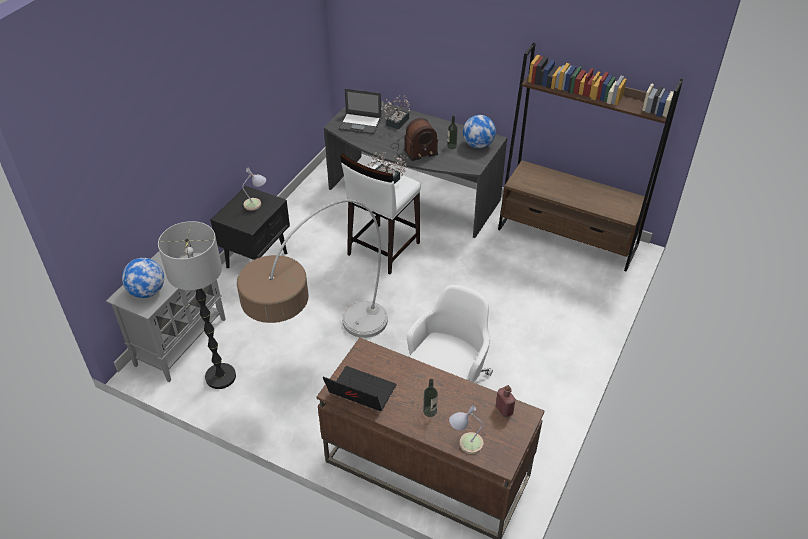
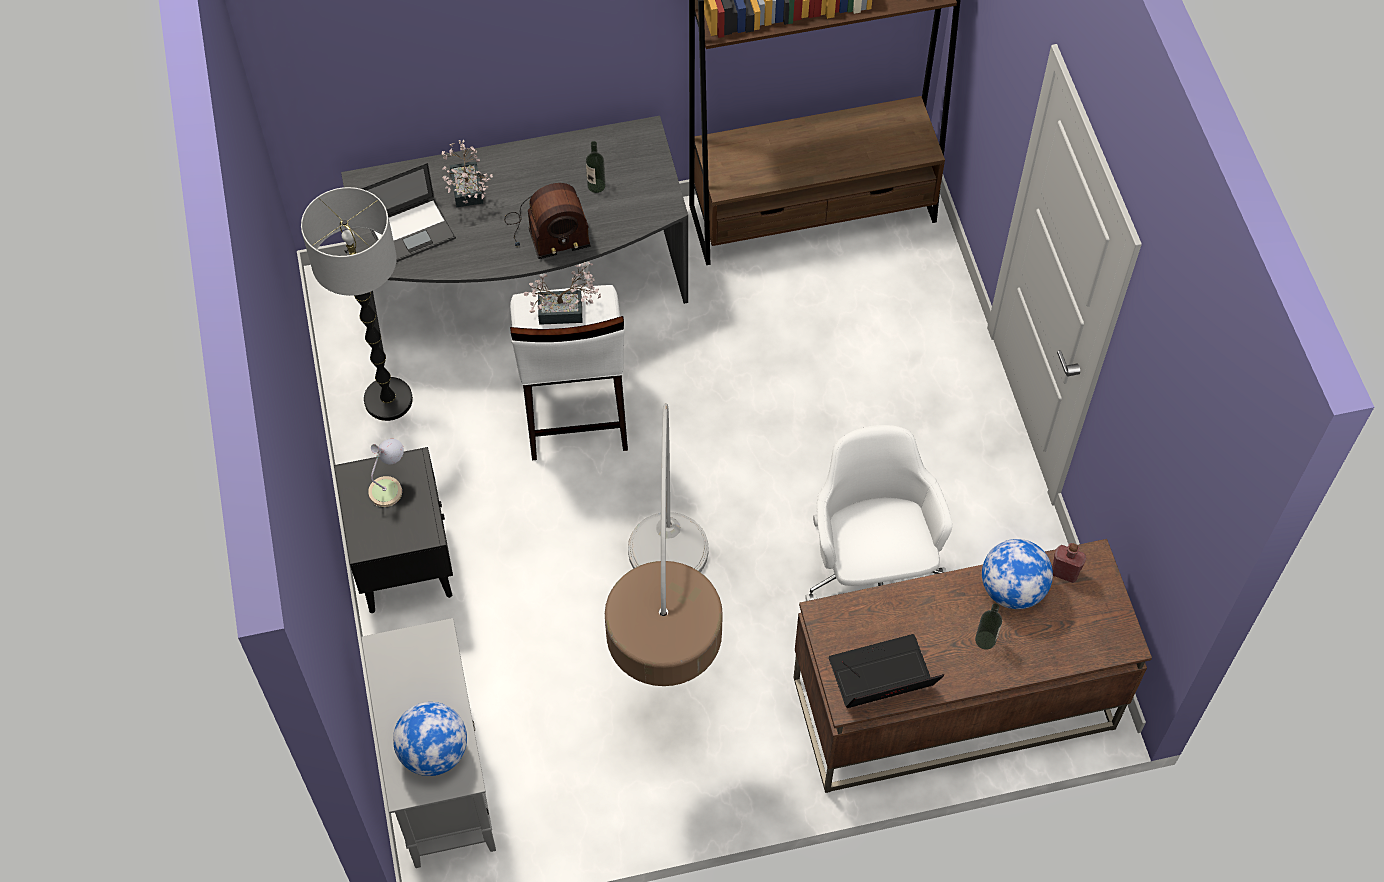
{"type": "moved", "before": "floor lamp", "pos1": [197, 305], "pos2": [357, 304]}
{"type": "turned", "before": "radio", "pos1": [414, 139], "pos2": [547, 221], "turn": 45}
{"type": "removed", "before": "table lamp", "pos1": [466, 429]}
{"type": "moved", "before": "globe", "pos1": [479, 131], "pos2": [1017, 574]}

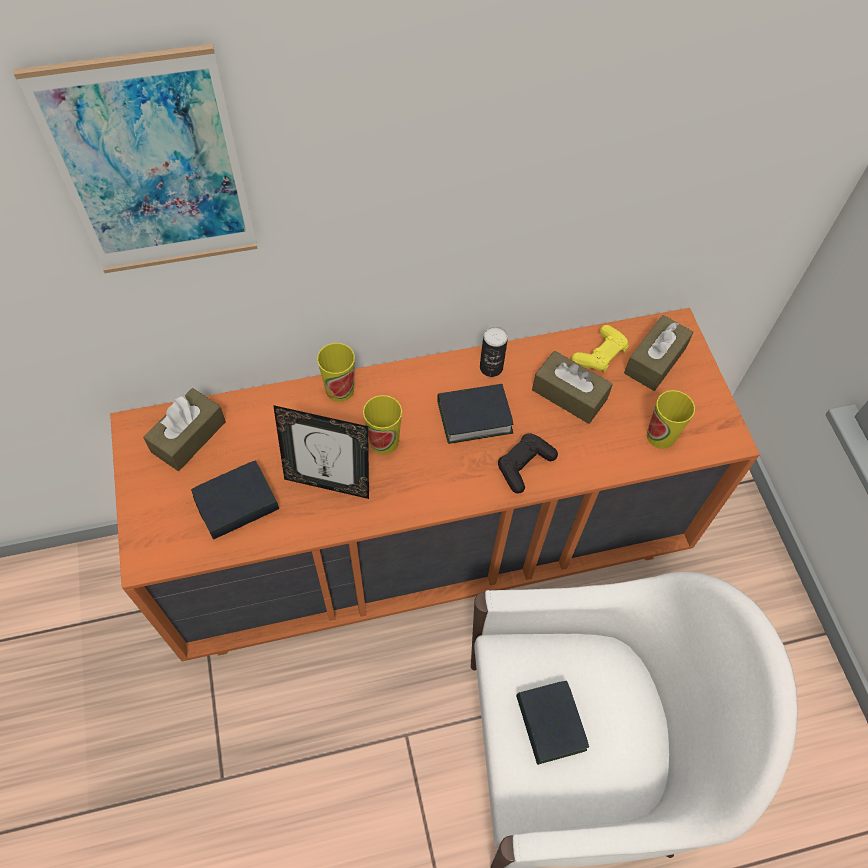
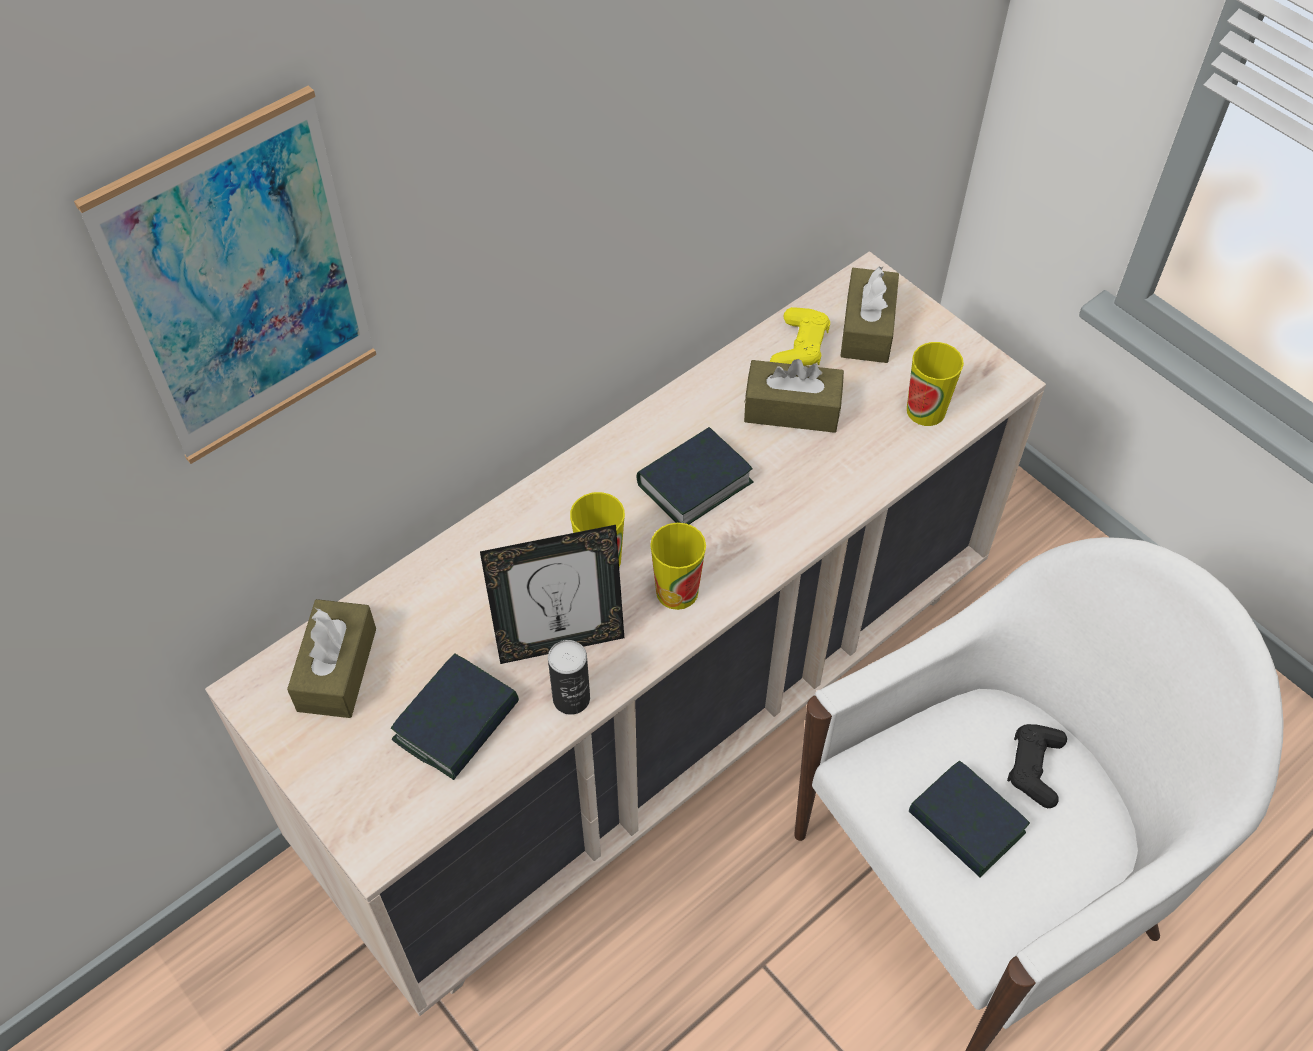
{"type": "recoloured", "before": "orange dresser", "after": "beige dresser", "pos1": [435, 484], "pos2": [625, 633]}
{"type": "moved", "before": "cup", "pos1": [336, 372], "pos2": [678, 566]}
{"type": "moved", "before": "can", "pos1": [494, 351], "pos2": [569, 677]}
{"type": "moved", "before": "black game controller", "pos1": [528, 463], "pos2": [1037, 766]}

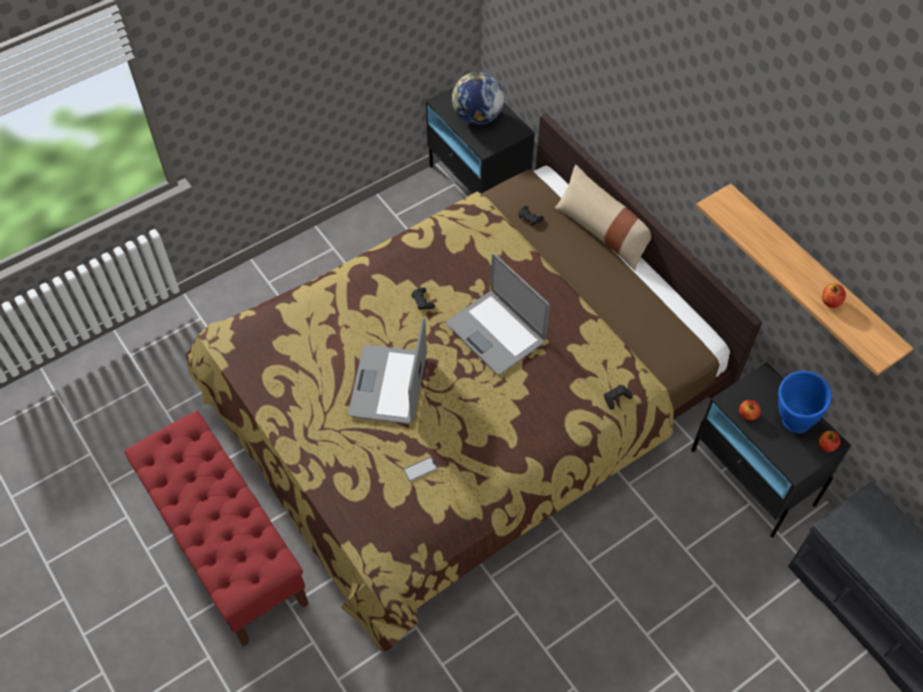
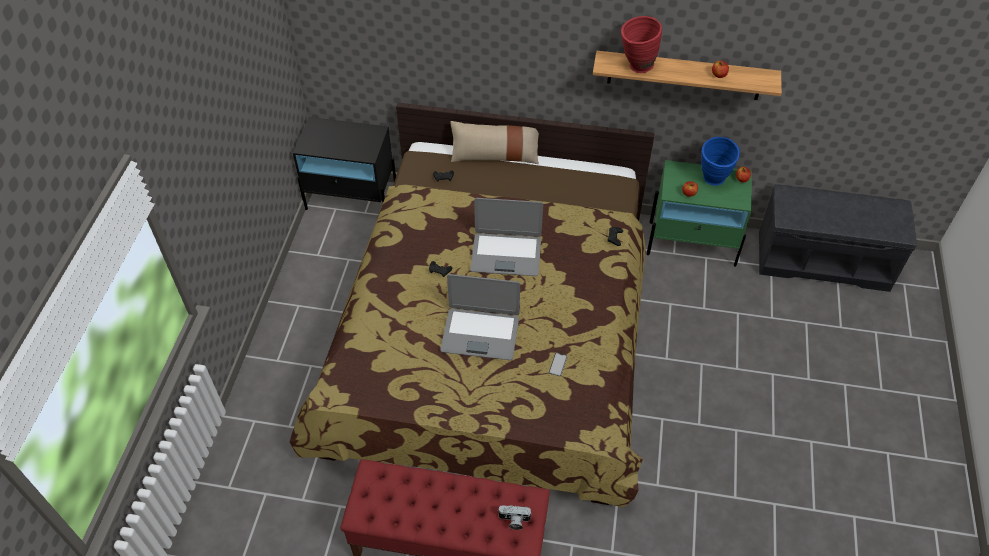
{"type": "turned", "before": "laptop", "pos1": [387, 370], "pos2": [480, 317], "turn": -45}
{"type": "removed", "before": "globe", "pos1": [478, 98]}
{"type": "recoloured", "before": "black nightstand", "after": "green nightstand", "pos1": [771, 450], "pos2": [699, 213]}
{"type": "added", "after": "photo camera", "pos2": [514, 517]}
{"type": "added", "after": "red vase", "pos2": [641, 44]}

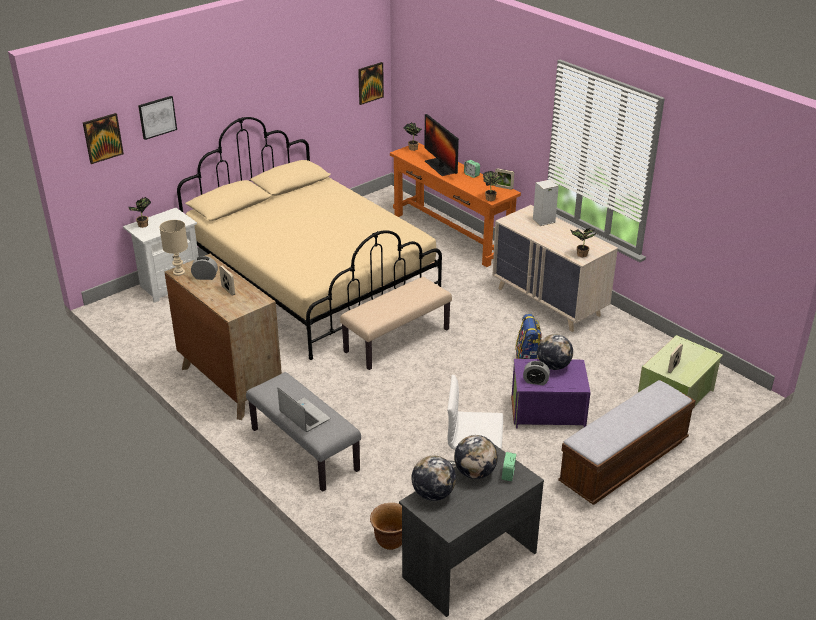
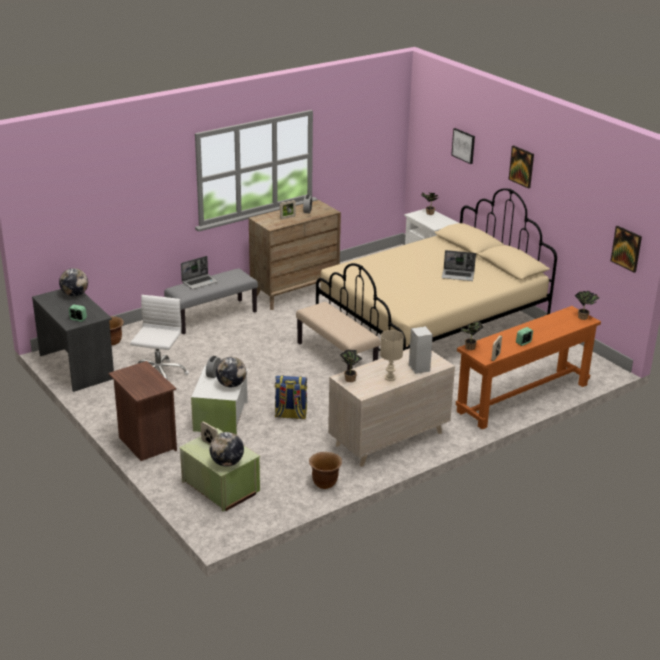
{"type": "moved", "before": "picture", "pos1": [103, 138], "pos2": [521, 167]}
{"type": "moved", "before": "beige table lamp", "pos1": [173, 248], "pos2": [392, 355]}
{"type": "removed", "before": "monitor", "pos1": [441, 145]}
{"type": "moved", "before": "globe", "pos1": [476, 457], "pos2": [227, 449]}
{"type": "recoloured", "before": "purple storage box", "after": "white storage box", "pos1": [551, 394], "pos2": [219, 400]}
{"type": "replaced", "before": "bench", "after": "brown nightstand", "pos1": [627, 442], "pos2": [142, 411]}
{"type": "added", "after": "brown planter", "pos2": [325, 470]}
{"type": "added", "after": "laptop", "pos2": [459, 265]}

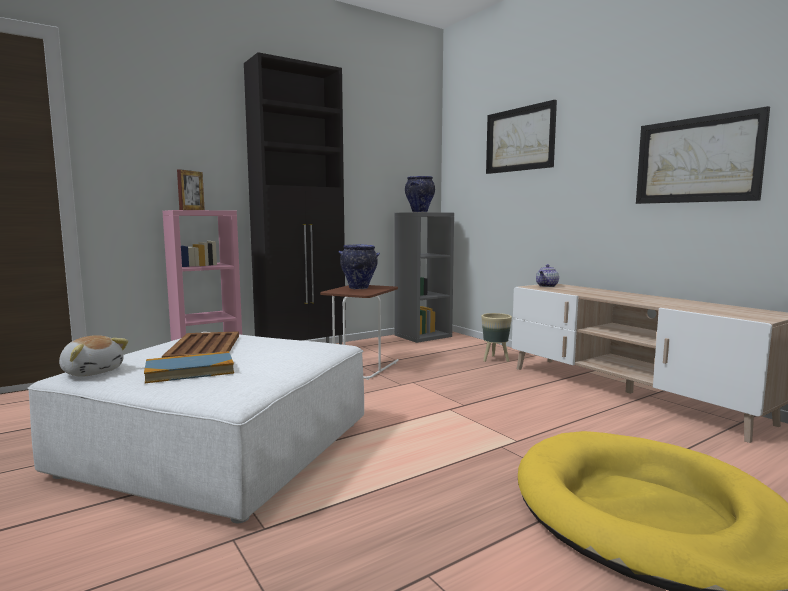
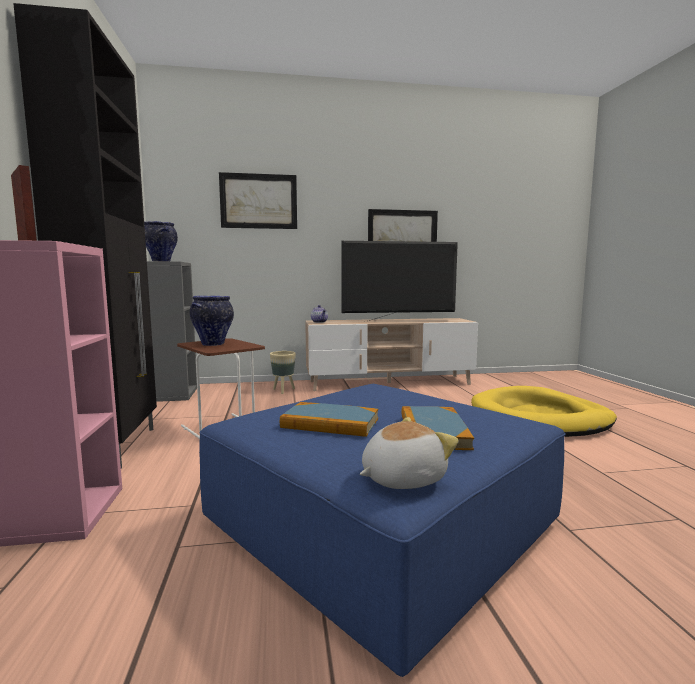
{"type": "recoloured", "before": "white ottoman", "after": "blue ottoman", "pos1": [195, 427], "pos2": [382, 530]}
{"type": "replaced", "before": "brown tray", "after": "book", "pos1": [200, 344], "pos2": [329, 419]}
{"type": "added", "after": "television", "pos2": [399, 281]}

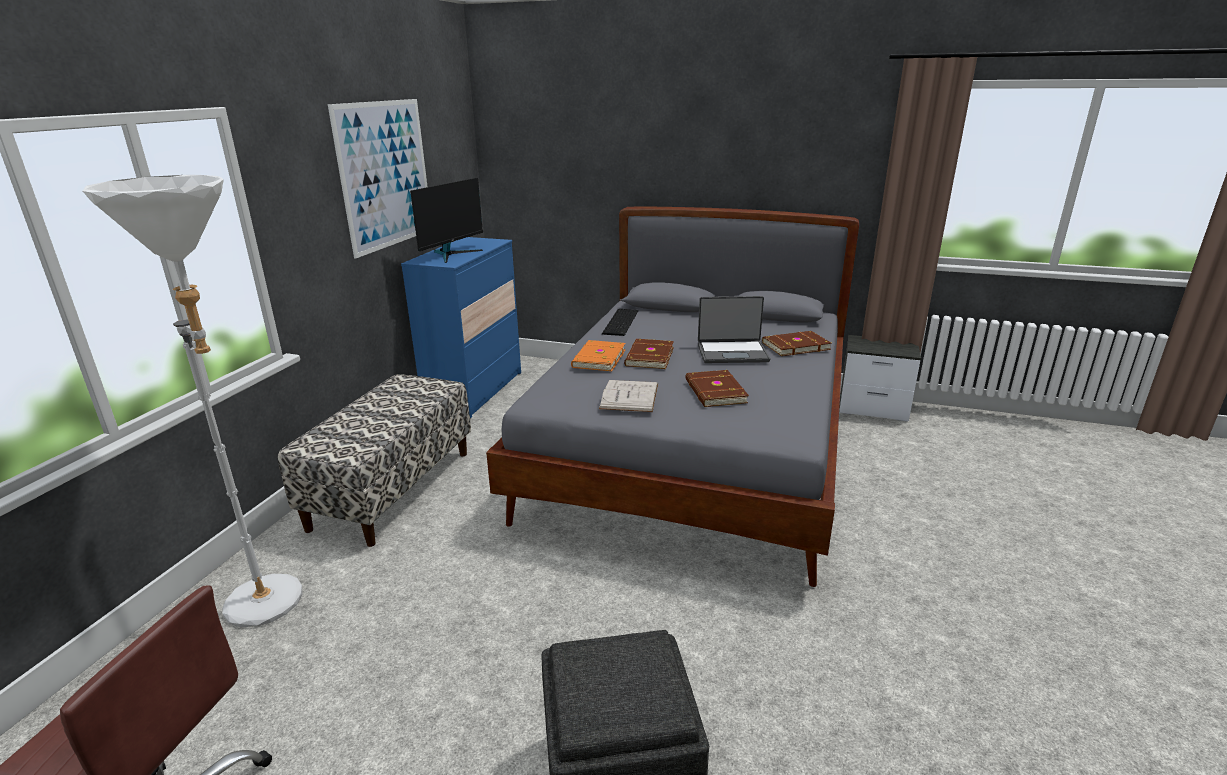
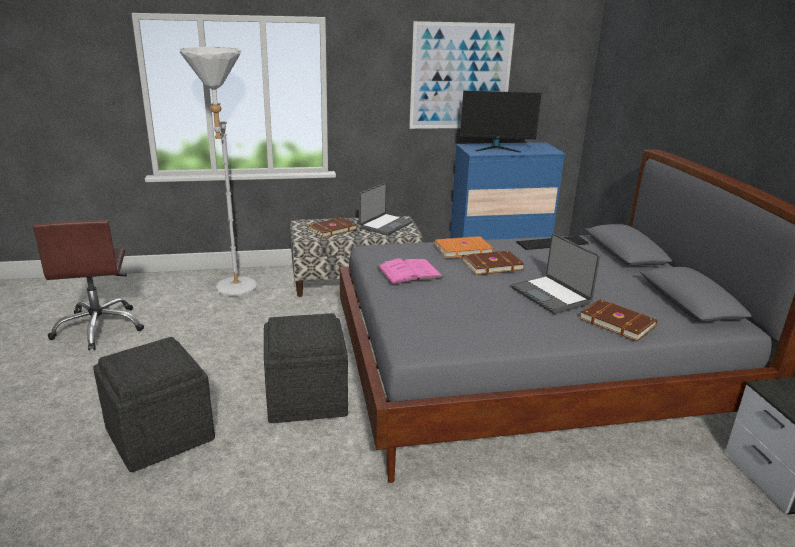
{"type": "recoloured", "before": "white book", "after": "pink book", "pos1": [628, 396], "pos2": [410, 271]}
{"type": "moved", "before": "brown book", "pos1": [717, 388], "pos2": [332, 227]}
{"type": "added", "after": "grey ottoman", "pos2": [306, 368]}
{"type": "added", "after": "laptop", "pos2": [385, 209]}

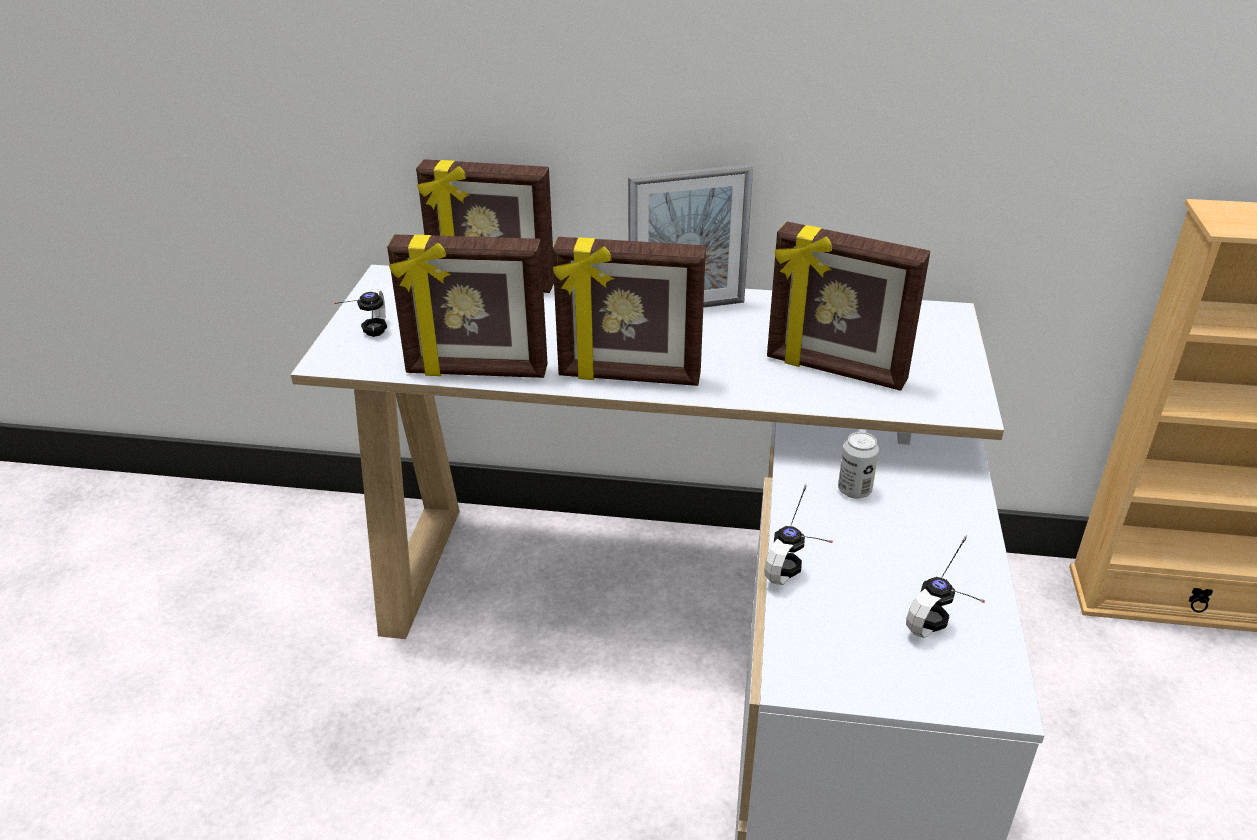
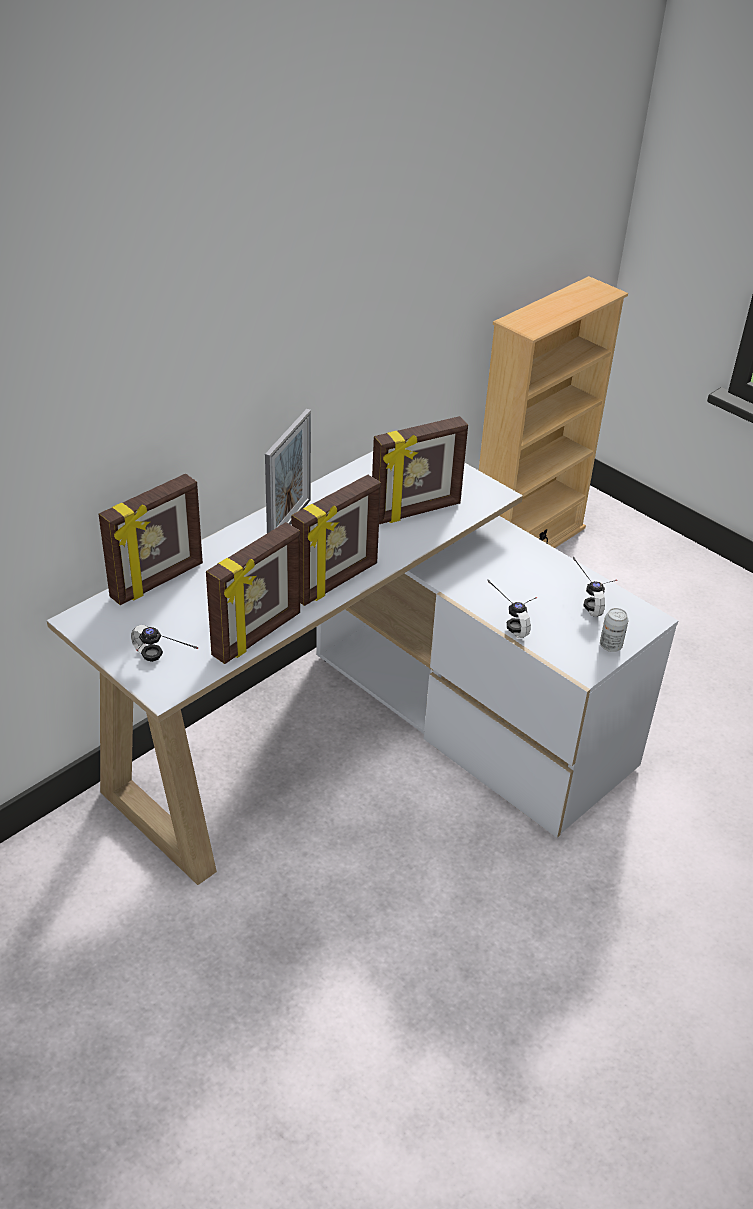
{"type": "moved", "before": "can", "pos1": [858, 465], "pos2": [614, 630]}

